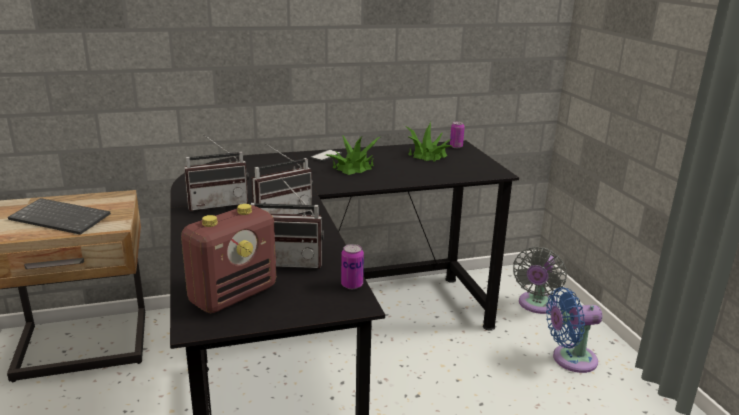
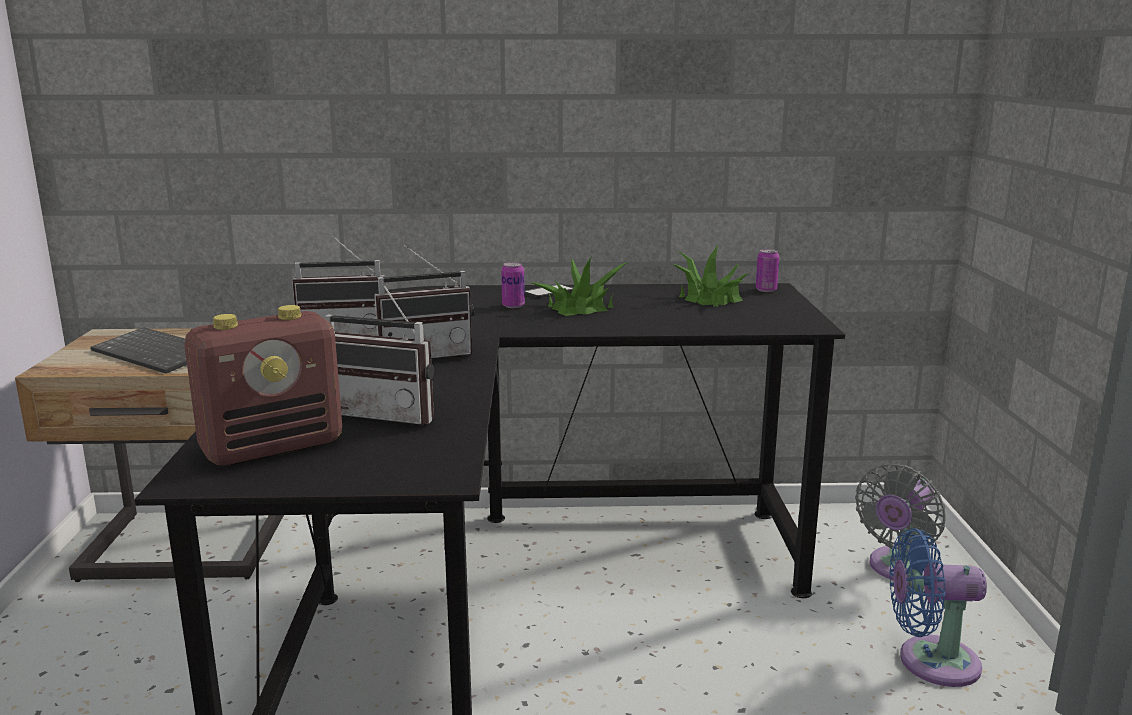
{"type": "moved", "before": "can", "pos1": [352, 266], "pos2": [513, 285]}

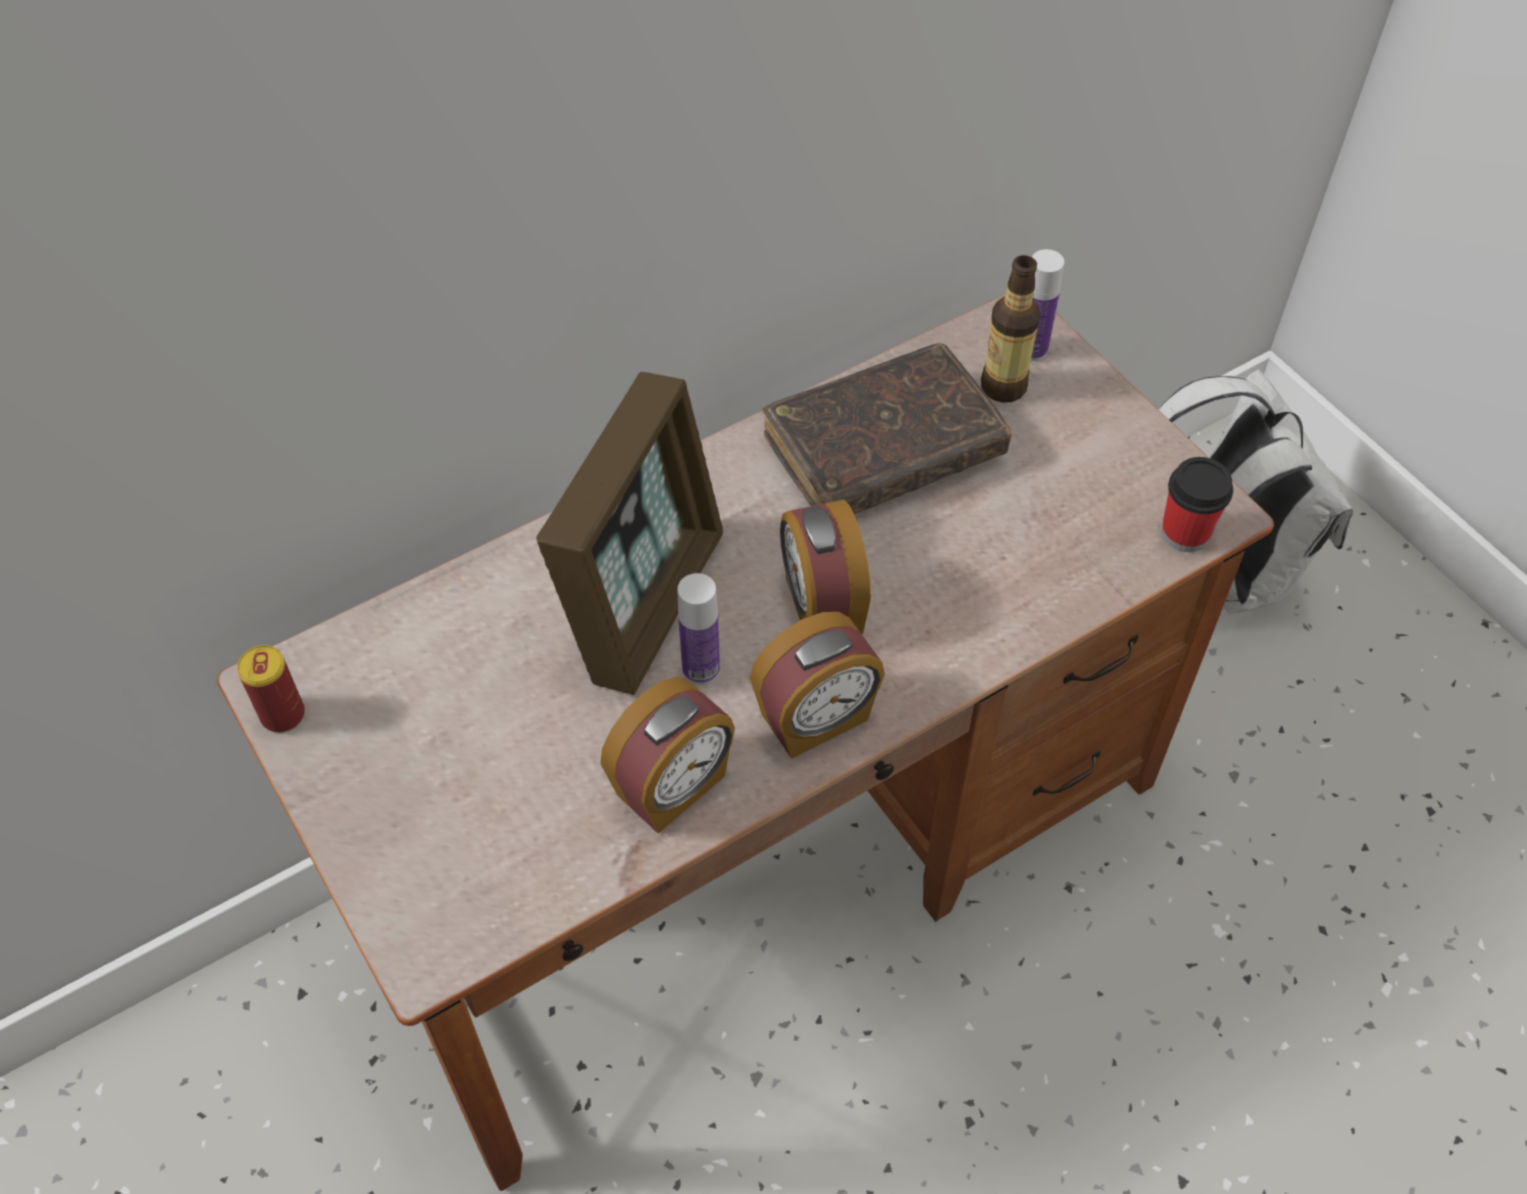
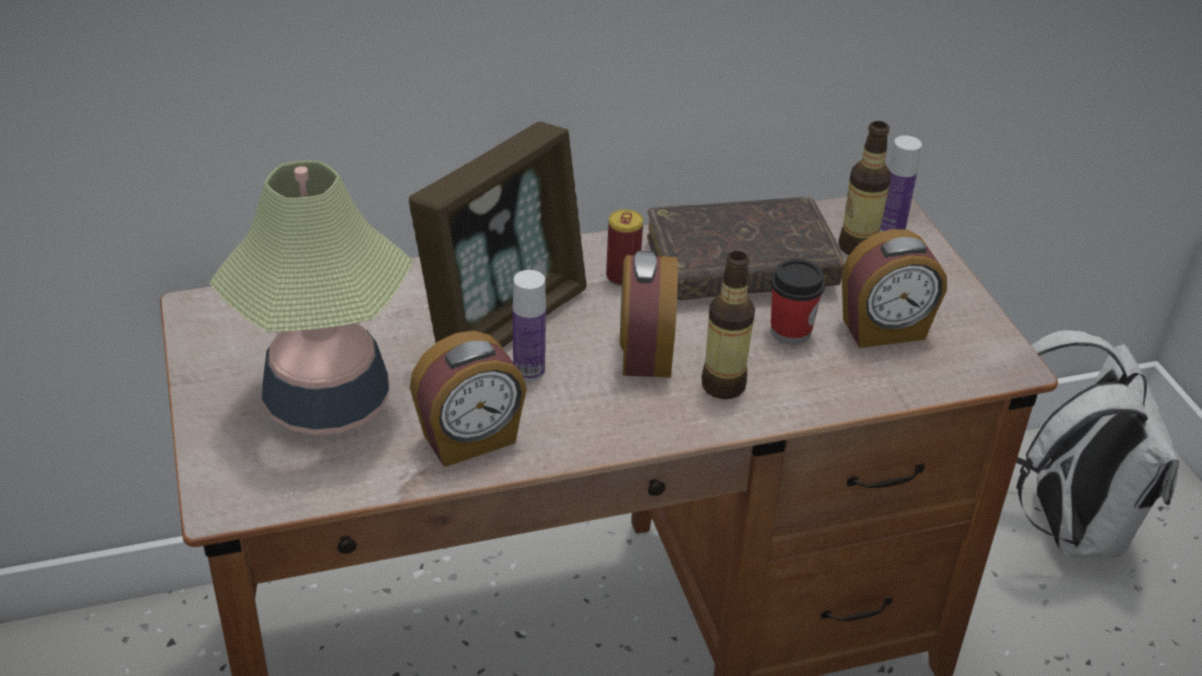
{"type": "moved", "before": "can", "pos1": [271, 689], "pos2": [624, 247]}
{"type": "moved", "before": "alarm clock", "pos1": [817, 685], "pos2": [894, 288]}
{"type": "moved", "before": "cup", "pos1": [1197, 504], "pos2": [798, 301]}
{"type": "added", "after": "table lamp", "pos2": [311, 297]}
{"type": "added", "after": "bottle", "pos2": [728, 325]}

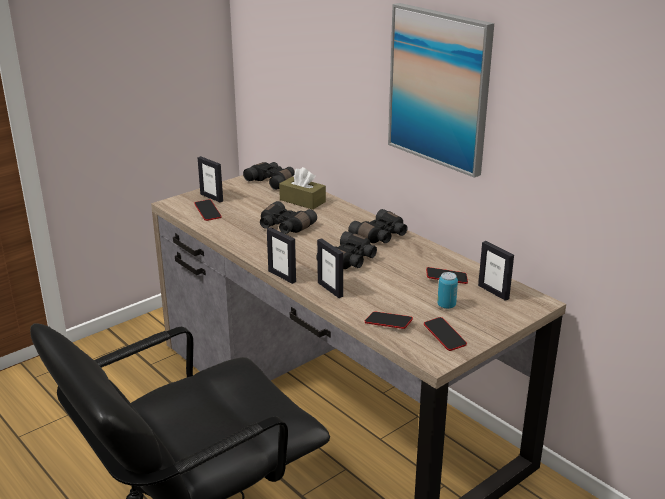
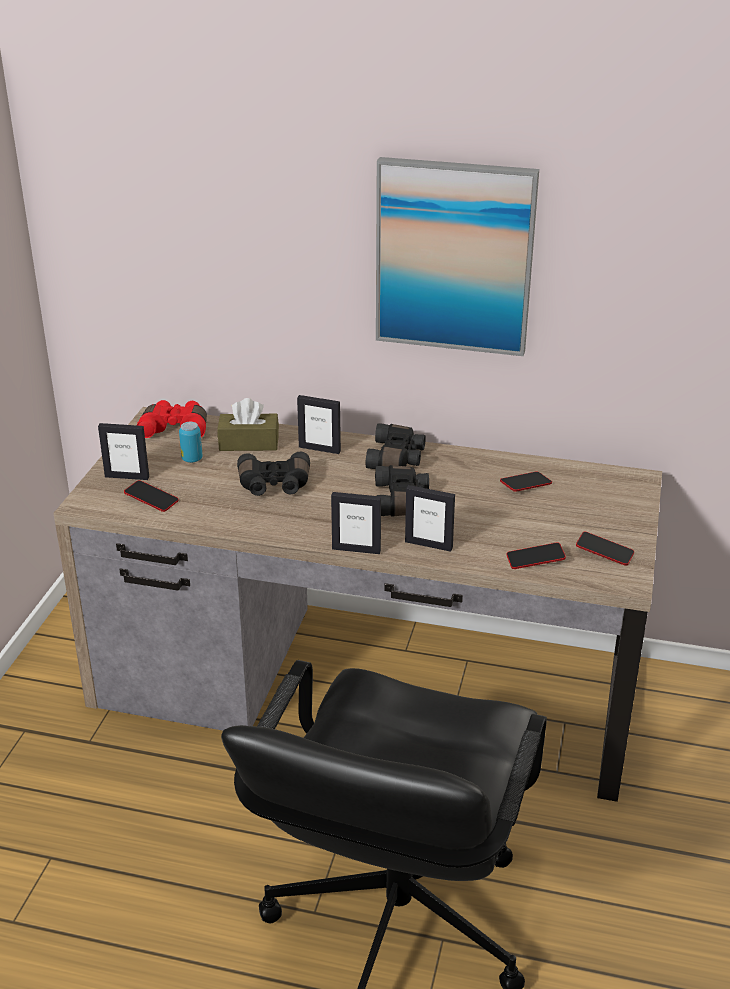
{"type": "recoloured", "before": "black binoculars", "after": "red binoculars", "pos1": [269, 176], "pos2": [172, 419]}
{"type": "moved", "before": "can", "pos1": [447, 290], "pos2": [190, 442]}
{"type": "moved", "before": "picture frame", "pos1": [496, 271], "pos2": [319, 424]}

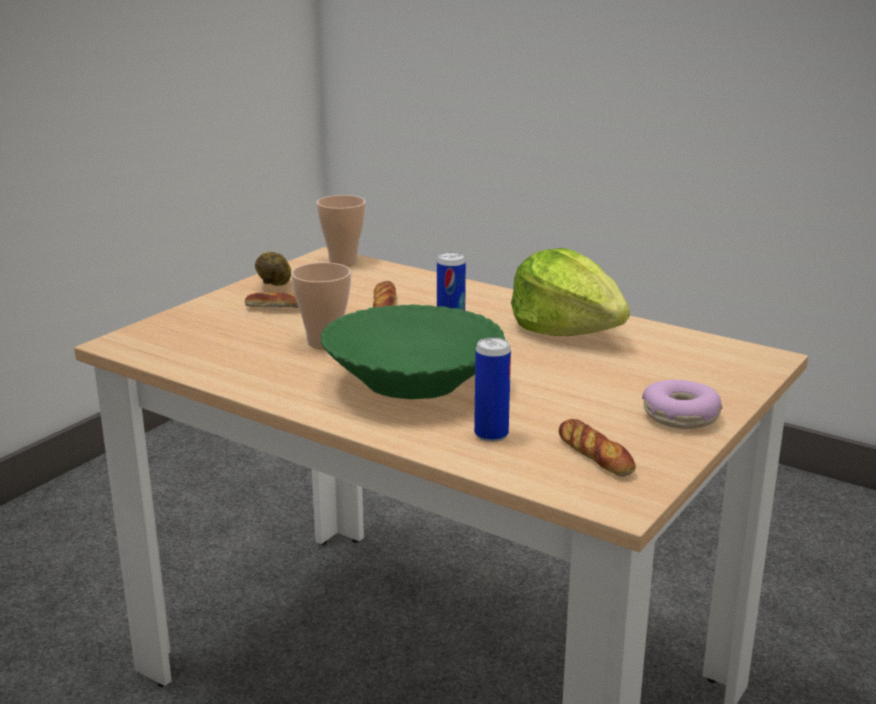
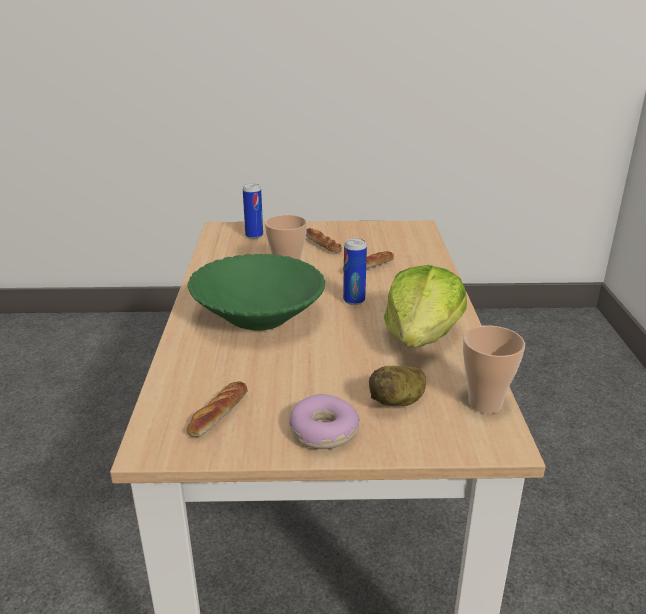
{"type": "moved", "before": "potato", "pos1": [273, 269], "pos2": [397, 386]}
{"type": "moved", "before": "cup", "pos1": [341, 230], "pos2": [494, 369]}
{"type": "moved", "before": "can", "pos1": [492, 389], "pos2": [253, 211]}

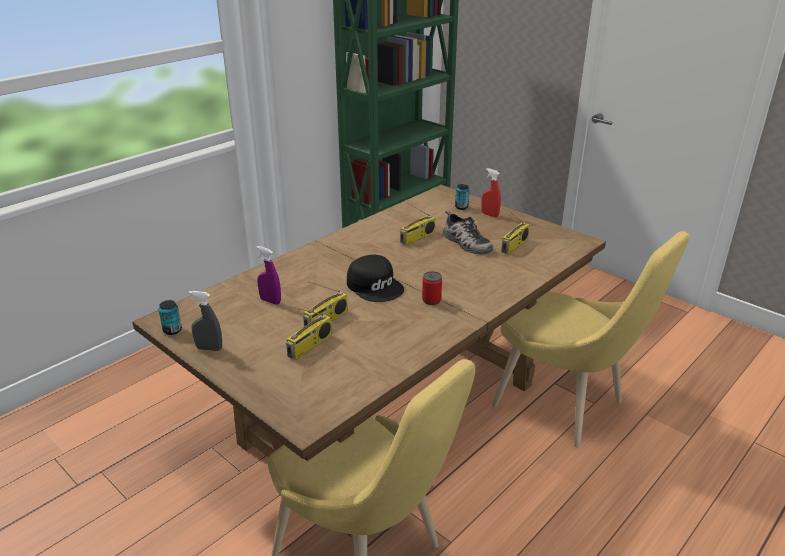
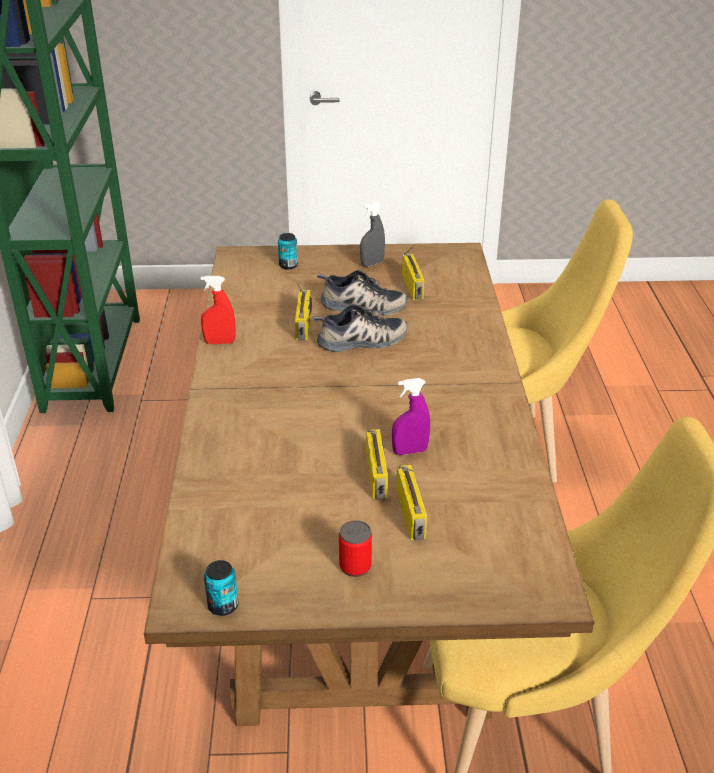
{"type": "moved", "before": "grey spray bottle", "pos1": [205, 321], "pos2": [372, 234]}
{"type": "moved", "before": "purple spray bottle", "pos1": [268, 275], "pos2": [411, 416]}
{"type": "removed", "before": "black cap", "pos1": [375, 278]}
{"type": "moved", "before": "can", "pos1": [432, 288], "pos2": [355, 548]}
{"type": "moved", "before": "red spray bottle", "pos1": [491, 193], "pos2": [218, 310]}
{"type": "added", "after": "shoe", "pos2": [361, 328]}

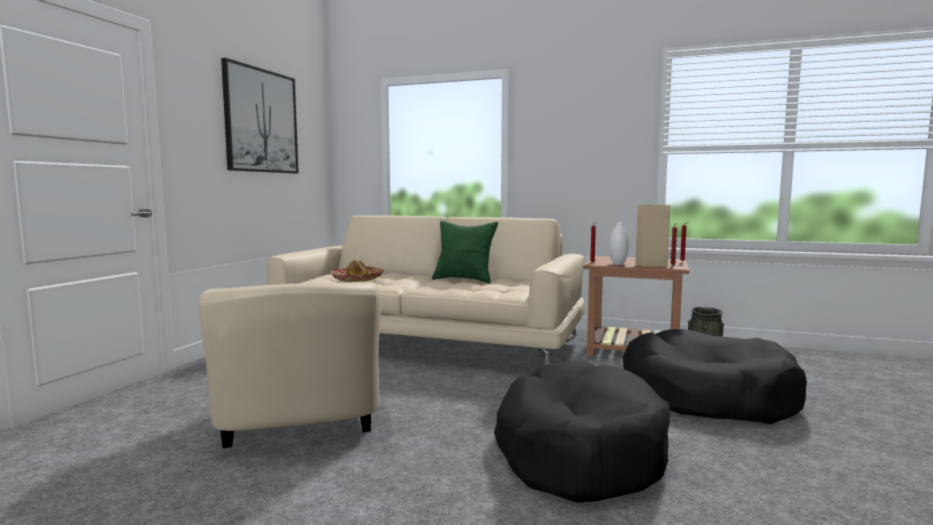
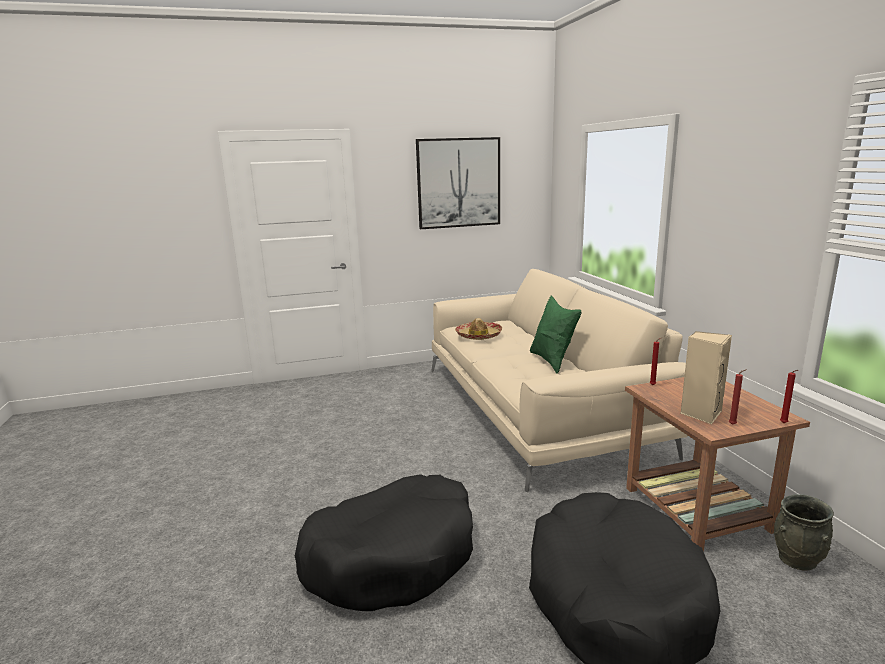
{"type": "removed", "before": "beige armchair", "pos1": [289, 365]}
{"type": "removed", "before": "white vase", "pos1": [619, 244]}

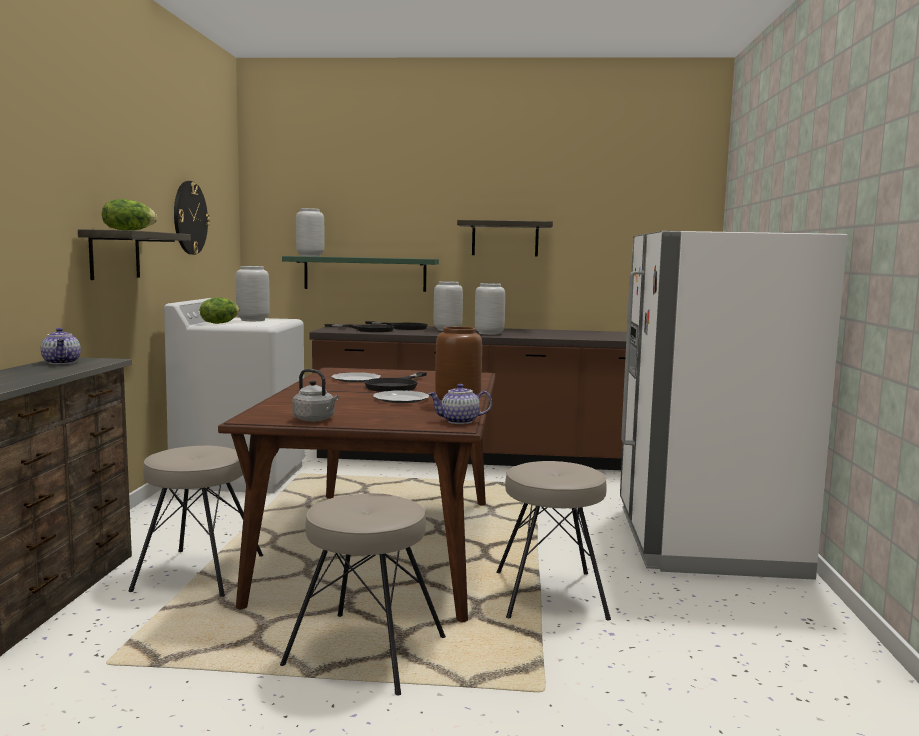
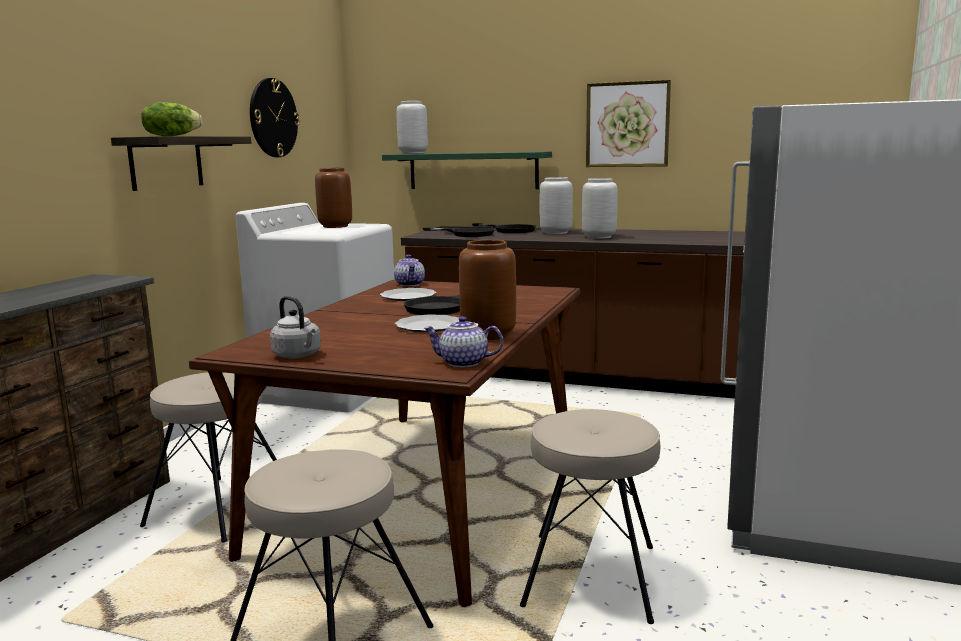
{"type": "moved", "before": "teapot", "pos1": [61, 346], "pos2": [409, 270]}
{"type": "removed", "before": "lettuce", "pos1": [219, 310]}
{"type": "recoloured", "before": "grey vase", "after": "brown vase", "pos1": [253, 293], "pos2": [333, 198]}
{"type": "replaced", "before": "shelf", "after": "picture", "pos1": [505, 238], "pos2": [628, 123]}

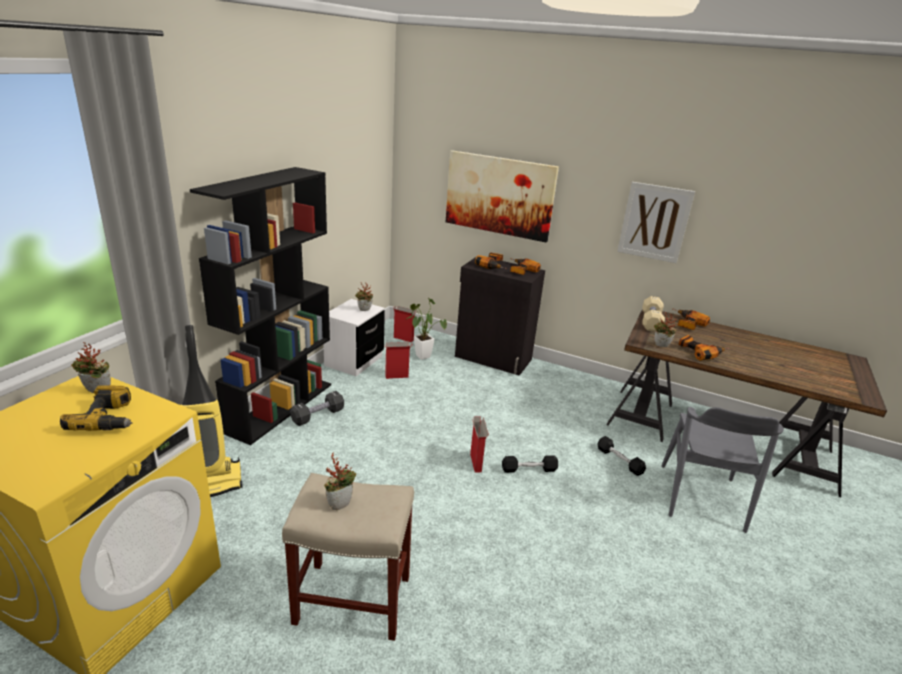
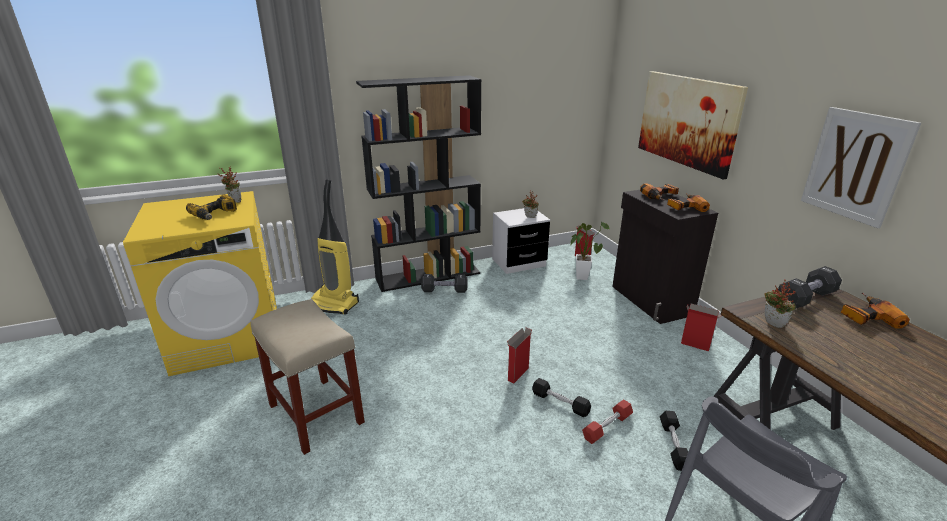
{"type": "removed", "before": "potted plant", "pos1": [340, 481]}
{"type": "moved", "before": "cardboard box", "pos1": [398, 360], "pos2": [701, 328]}
{"type": "recoloured", "before": "beige dumbbell", "after": "black dumbbell", "pos1": [653, 314], "pos2": [810, 287]}
{"type": "removed", "before": "power drill", "pos1": [703, 348]}
{"type": "added", "after": "red dumbbell", "pos2": [607, 422]}

